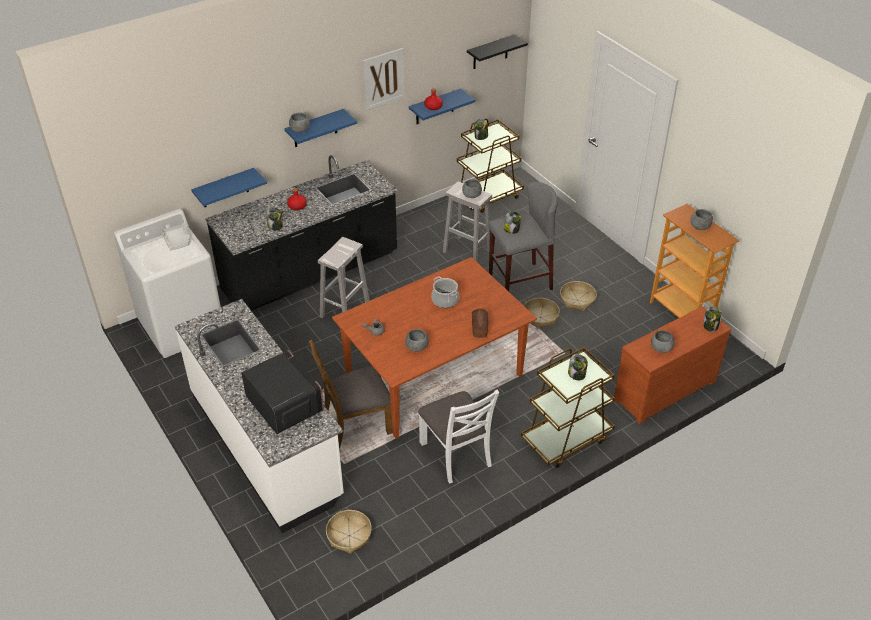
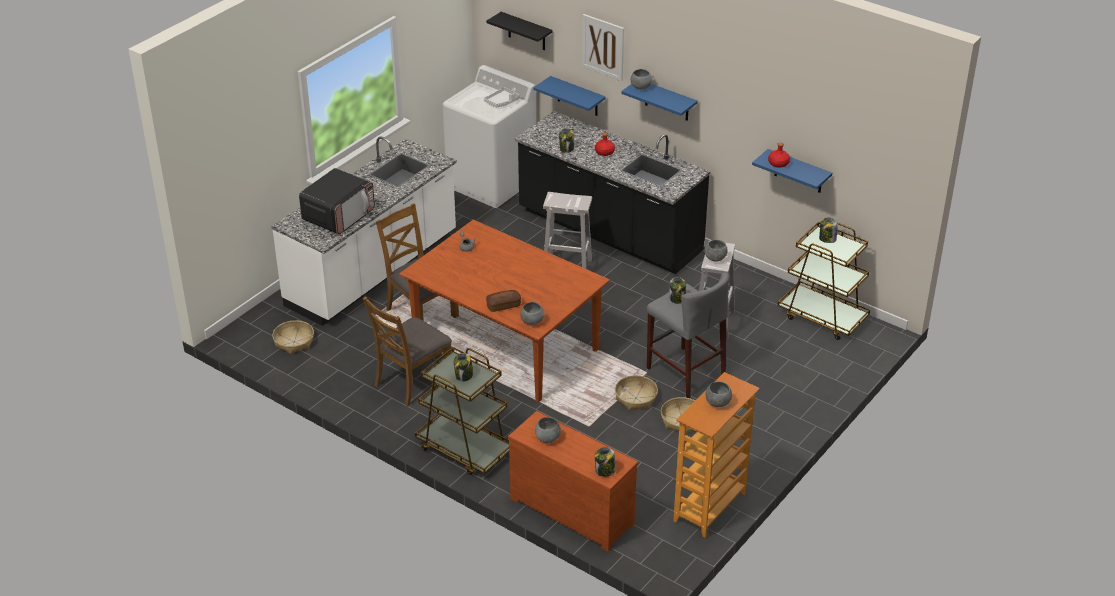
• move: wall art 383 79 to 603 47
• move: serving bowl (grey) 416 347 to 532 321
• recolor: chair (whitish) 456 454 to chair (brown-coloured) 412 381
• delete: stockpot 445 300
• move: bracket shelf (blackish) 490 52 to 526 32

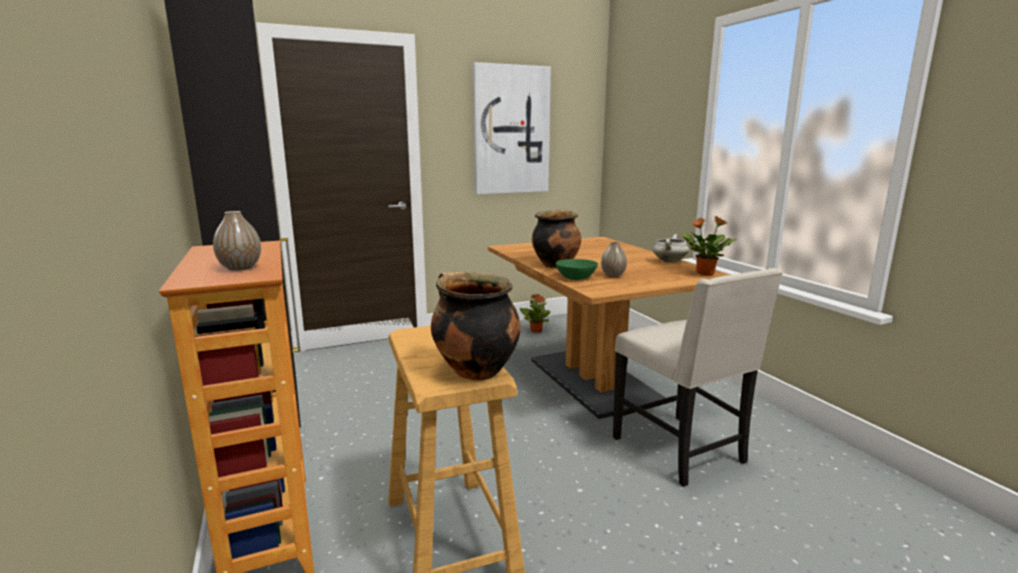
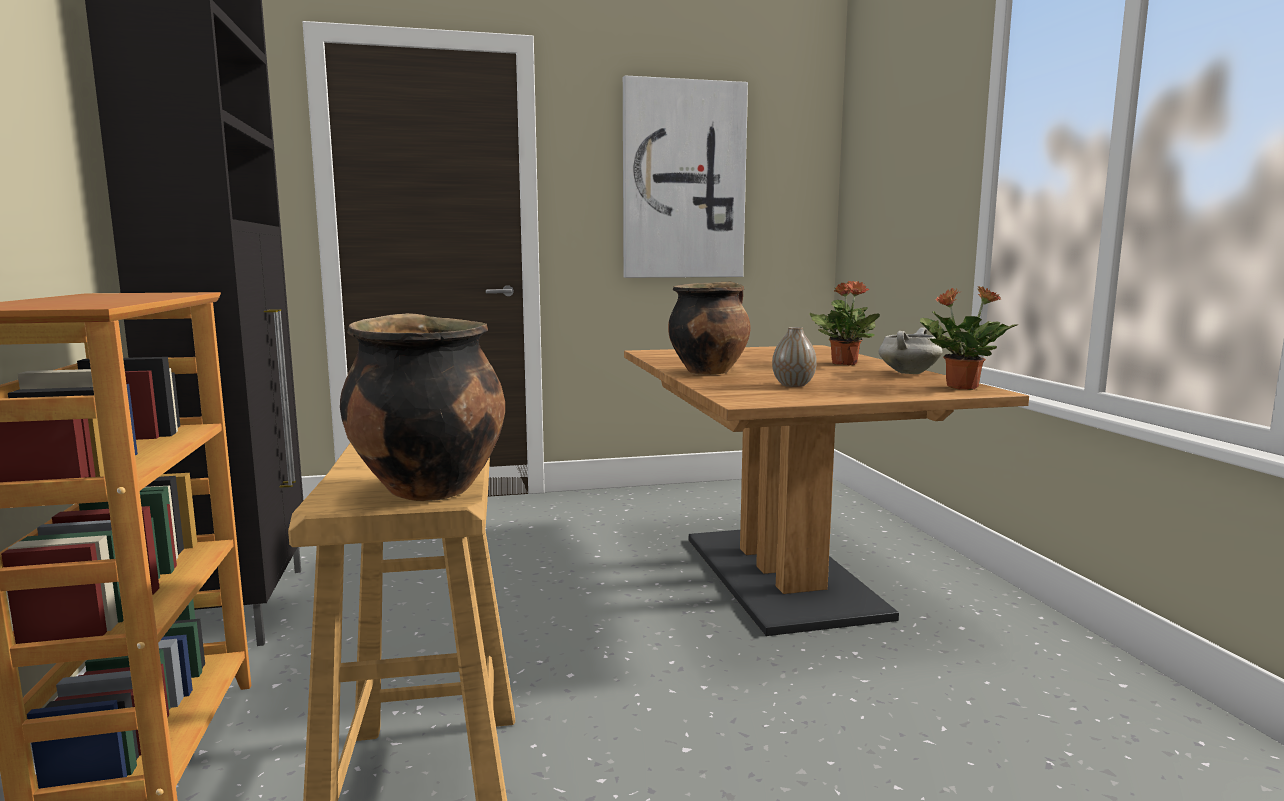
• delete: decorative vase 240 268
• move: houseplant 536 330 to 844 363
• delete: serving bowl (green) 576 278
• delete: chair (beige) 681 451

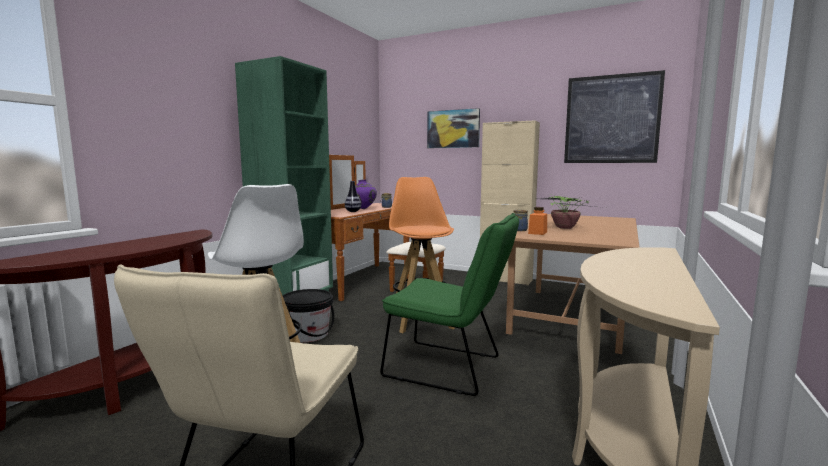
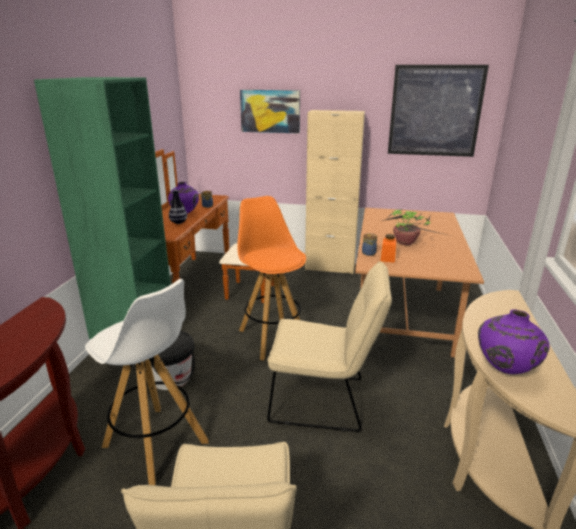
• recolor: chair (green) 450 368 to chair (beige) 325 401
• insert: decorative vase (purplish) 504 370

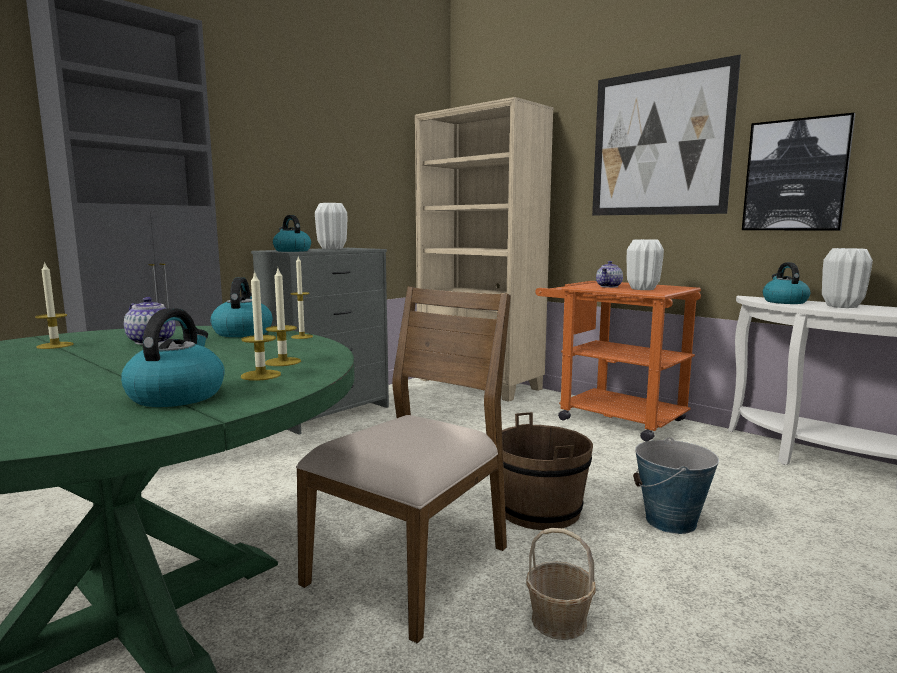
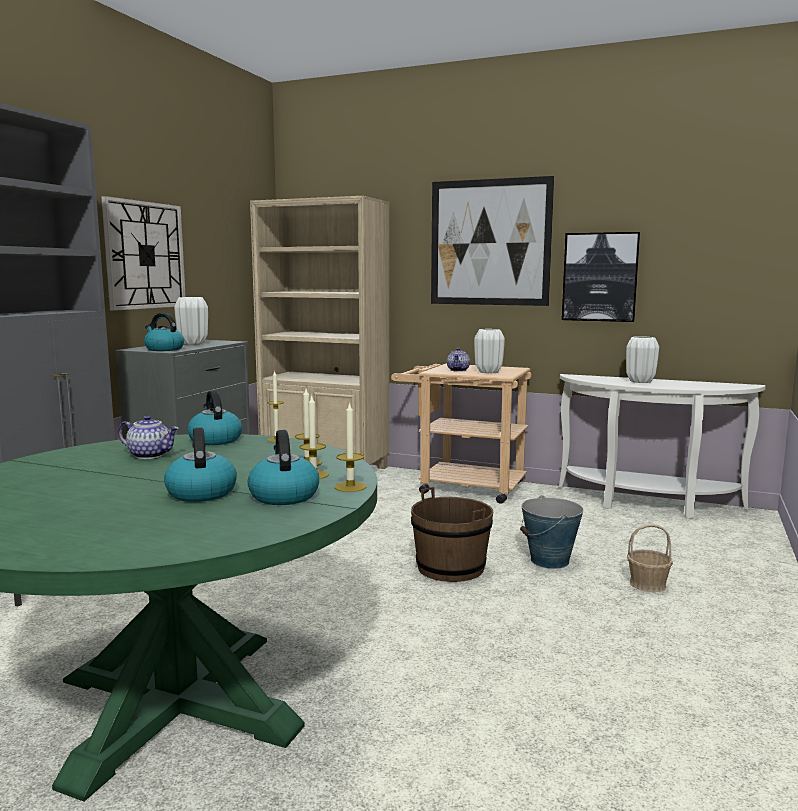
• move: candle 55 345 to 350 487
• delete: chair (brown-coloured) 413 565
• move: basket 559 621 to 648 584
• recolor: cart (orangey) 610 417 to cart (beige) 462 486
• move: water kettle 784 302 to 201 492
• insert: wall clock 145 255

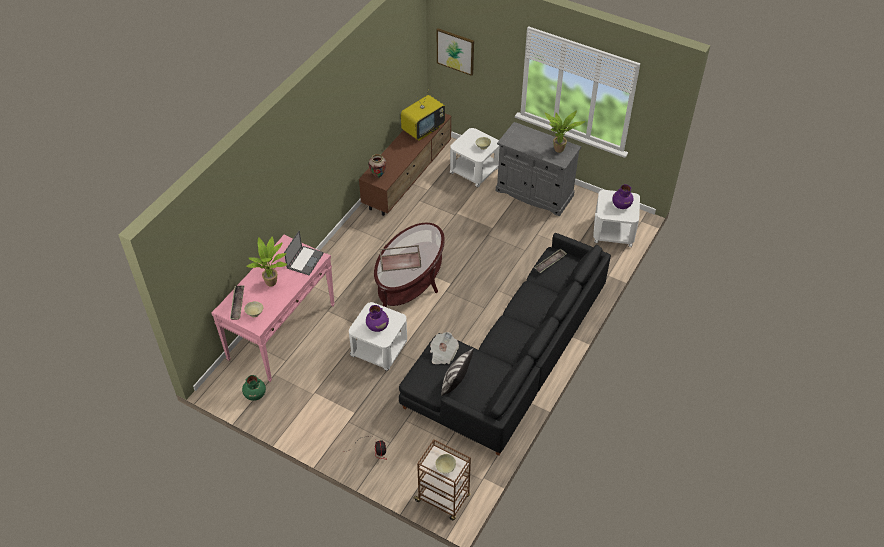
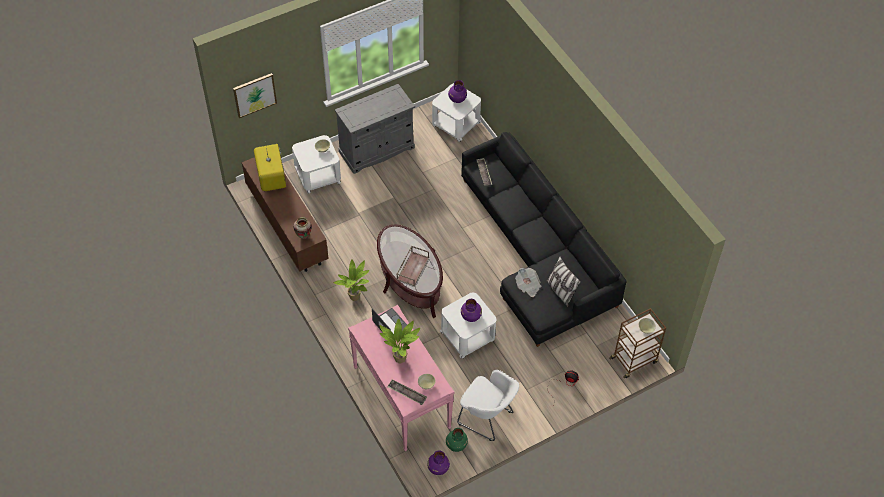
• move: houseplant 559 151 to 356 298
• insert: decorative vase (purplish) 438 468
• insert: armchair (whitish) 488 419

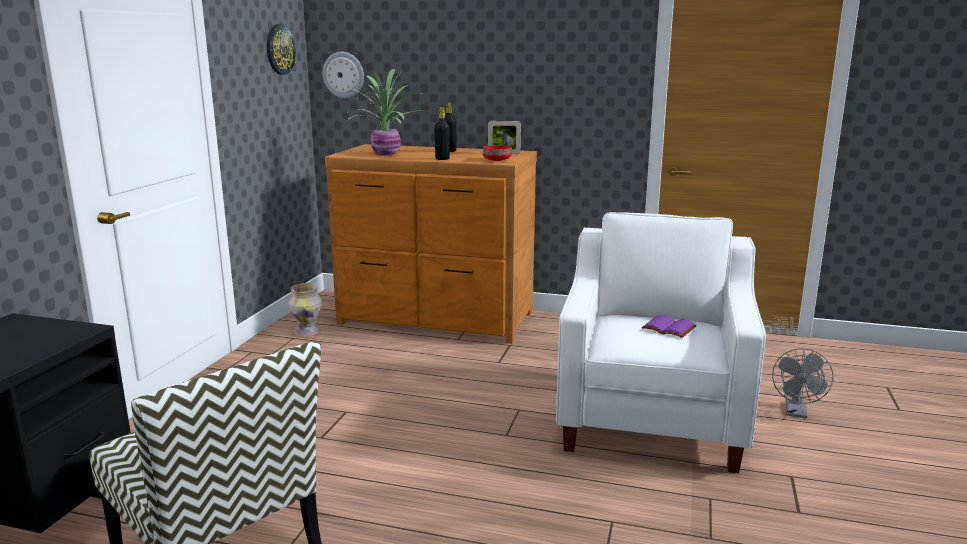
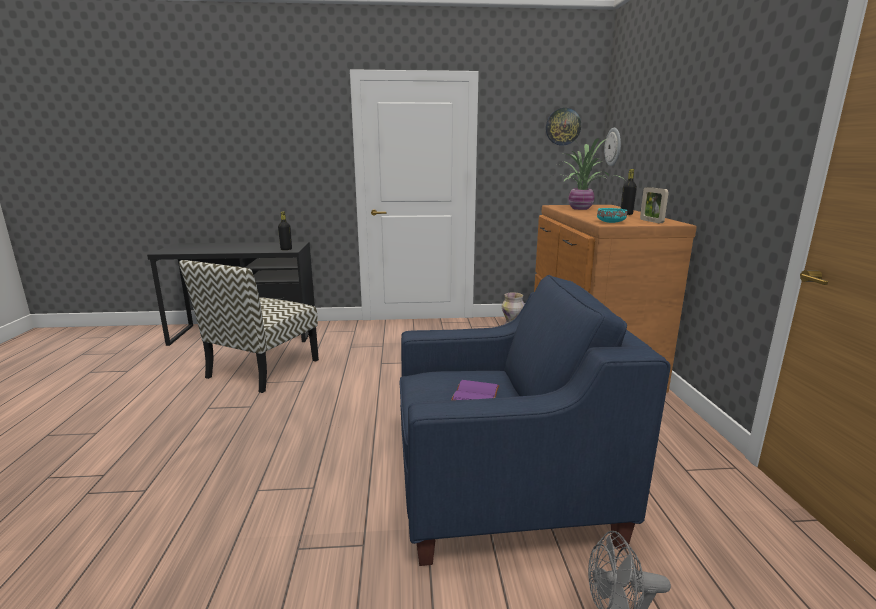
• move: bottle (blackish) 442 159 to 286 249
• recolor: serving bowl (red-coloured) 496 160 to serving bowl (turquoise-coloured) 611 222
• recolor: armchair (whitish) 652 417 to armchair (bluish) 503 492

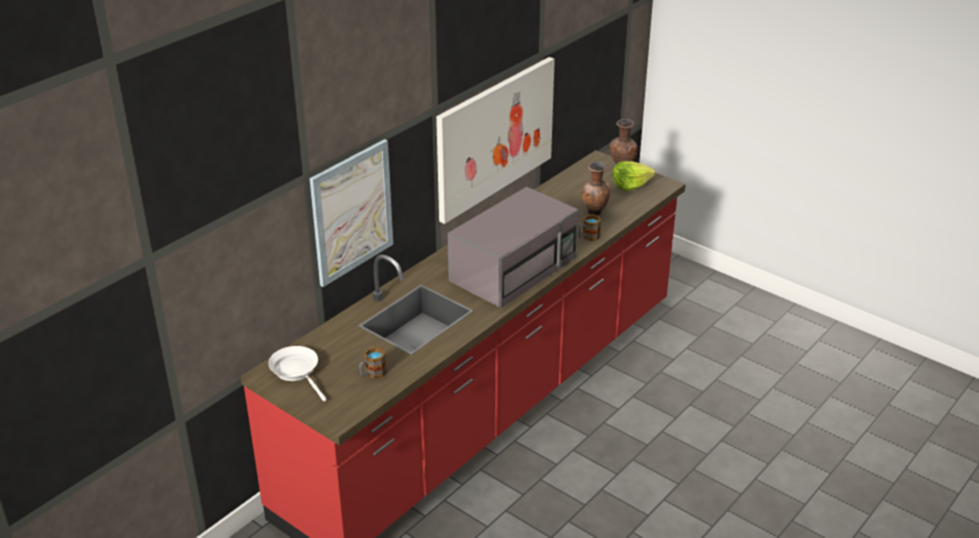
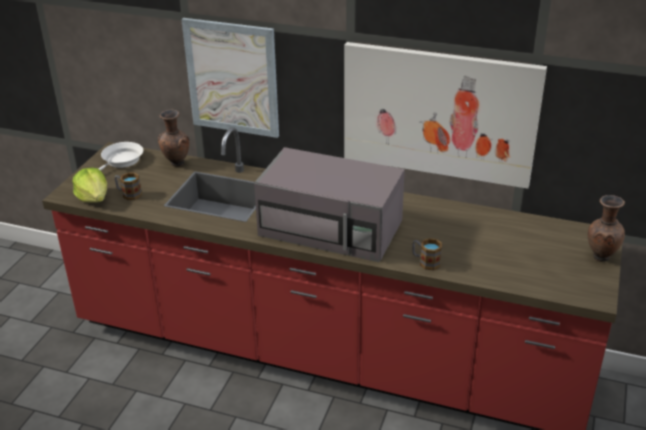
• move: decorative vase (brown-coloured) 594 213 to 176 163
• move: lettuce head 630 185 to 94 198

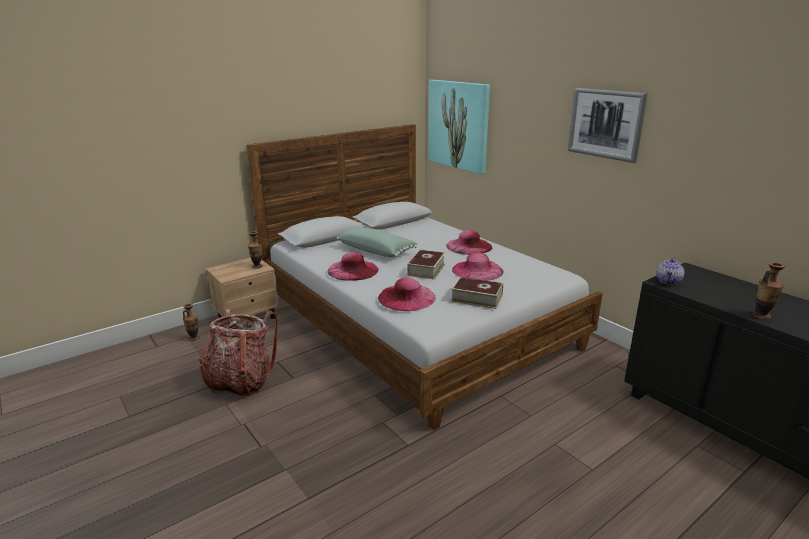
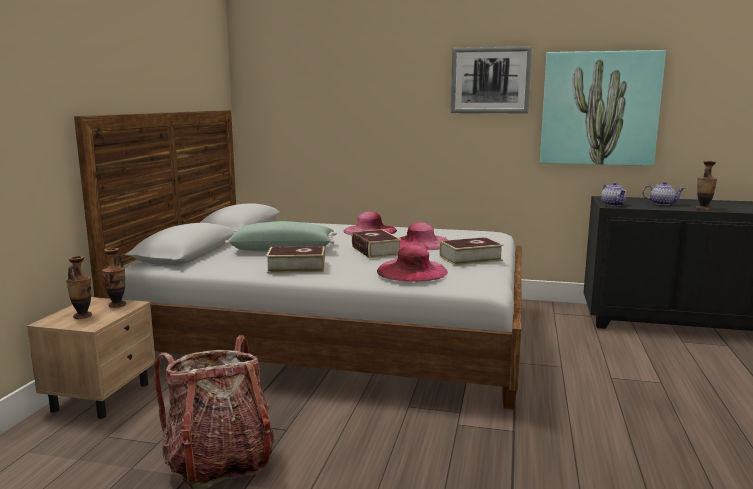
• move: decorative vase 194 338 to 82 316
• replace: hat (pinkish) 353 270 to bound book 296 267
• move: wall art 458 125 to 599 108
• insert: pot for tea 662 203

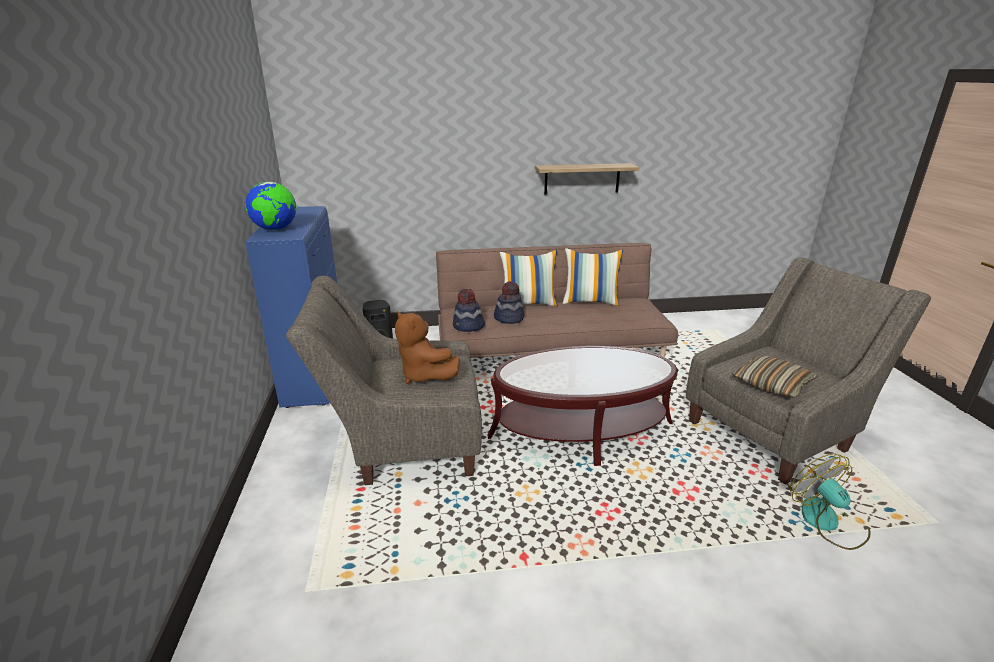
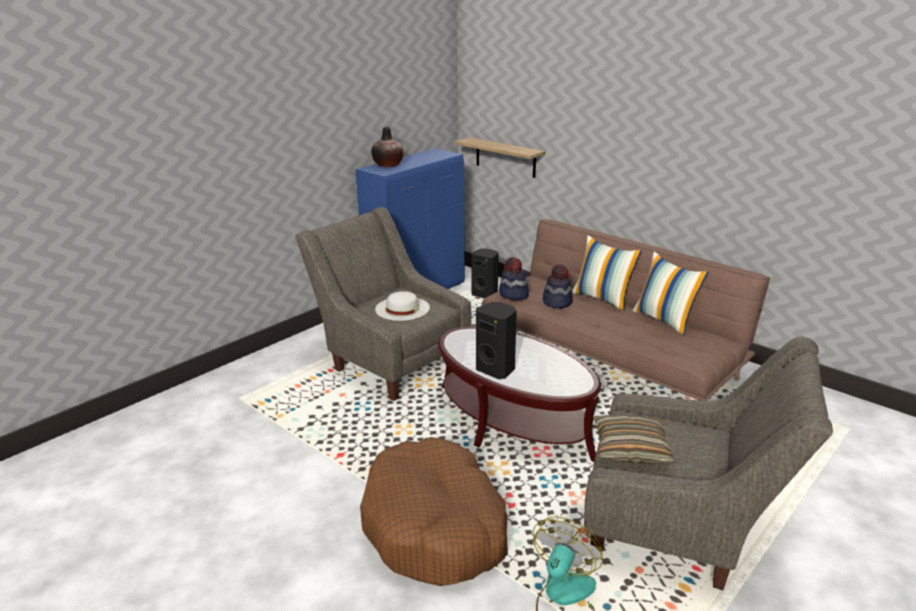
• replace: globe 275 229 to decorative vase 388 165
• replace: cuddly toy (brown-coloured) 424 376 to hat (whitish) 402 308
• move: bracket shelf 582 178 to 505 157
• insert: dog bed (brown-coloured) 435 527
• insert: speaker (blackish) 496 369

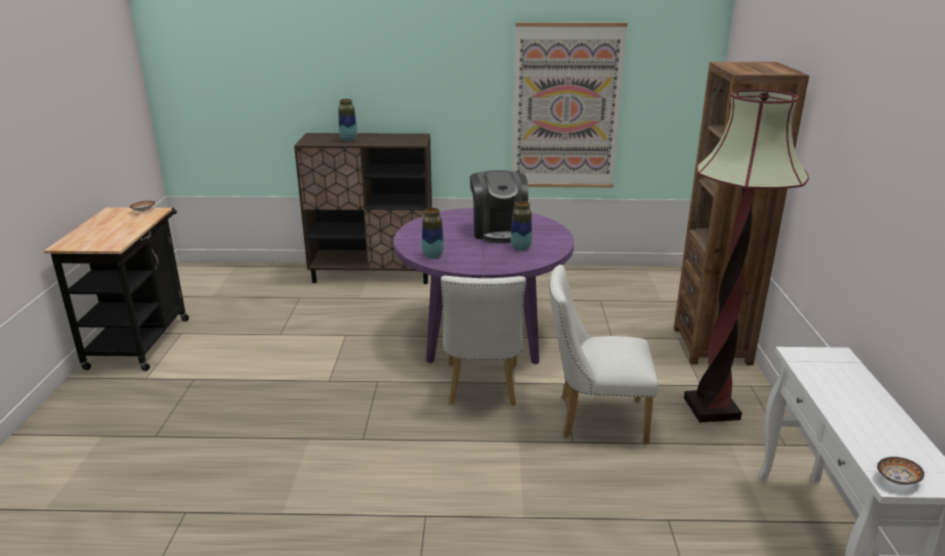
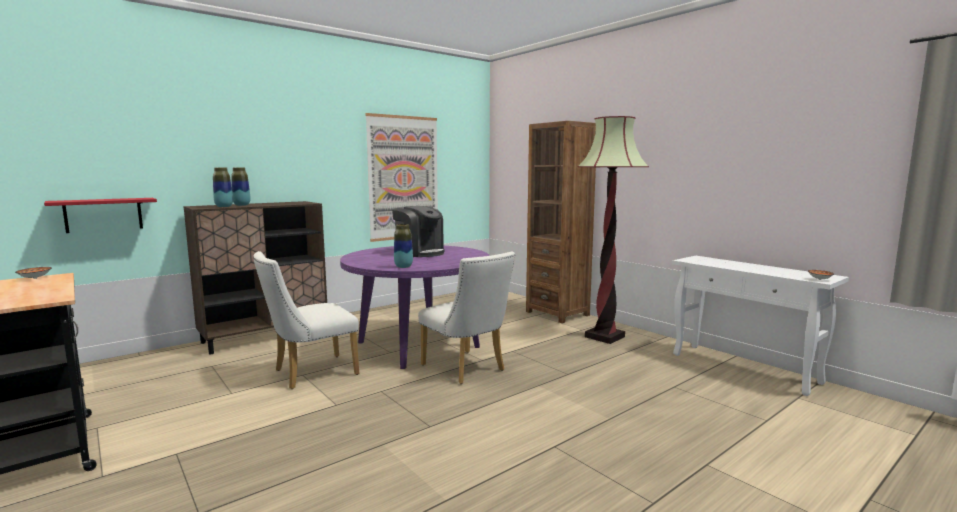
• move: decorative vase 520 248 to 224 207
• move: chair (whitish) 594 419 to 309 373
• insert: bracket shelf (red-coloured) 103 215

